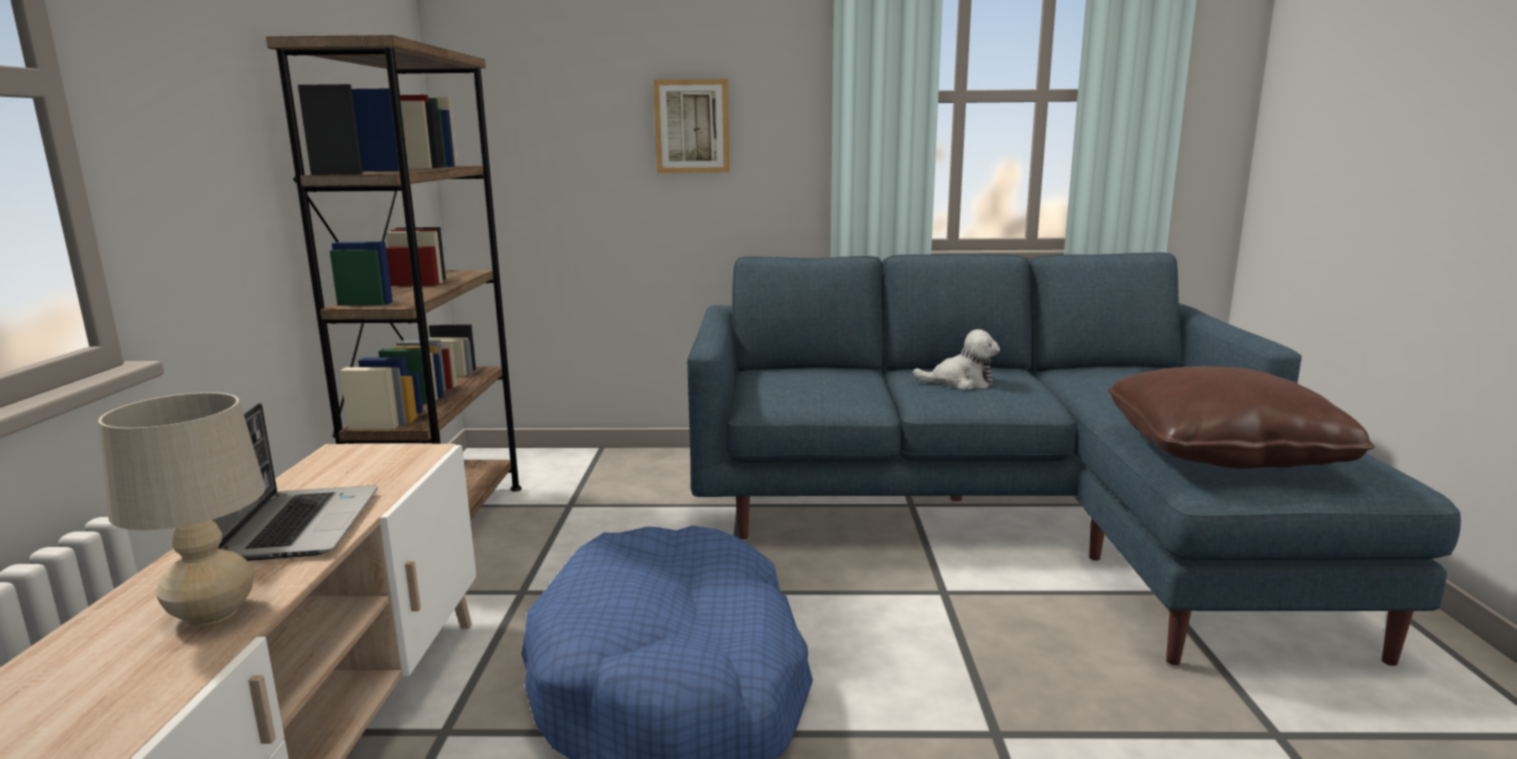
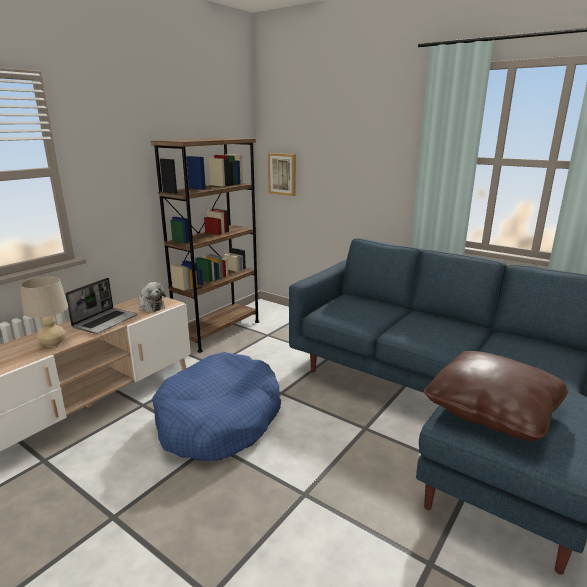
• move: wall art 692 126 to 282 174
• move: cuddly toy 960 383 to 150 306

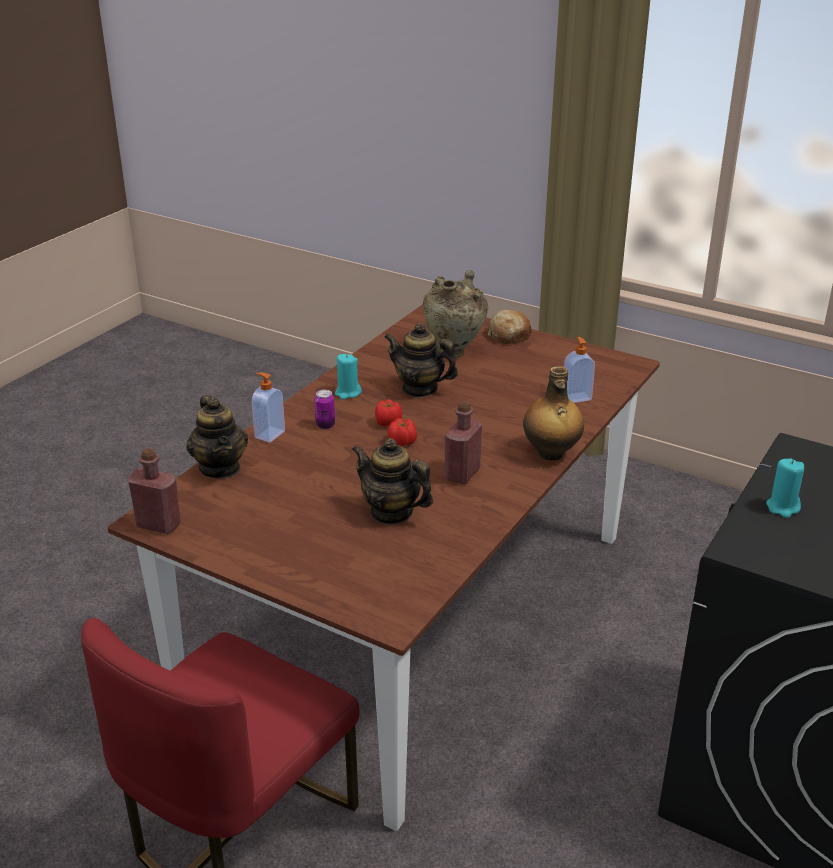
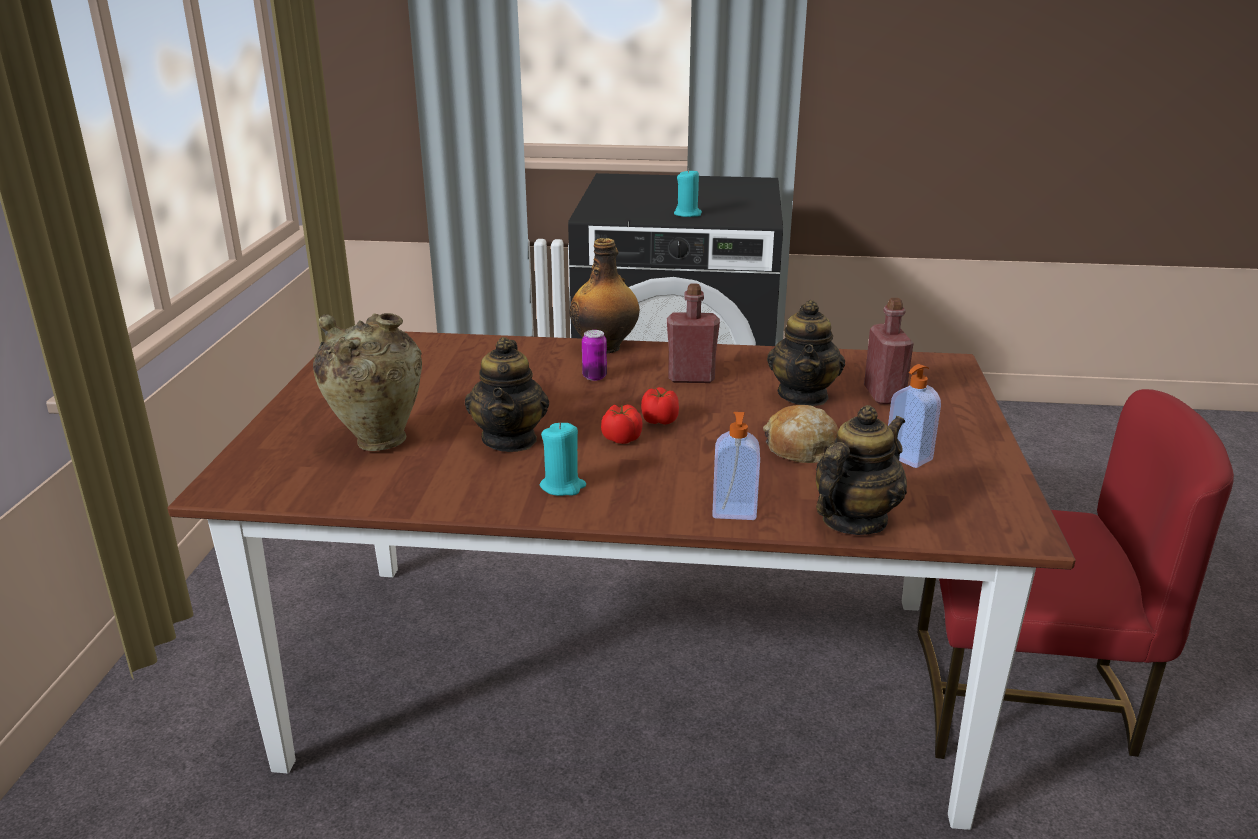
• move: bottle (red-coloured) 158 525 to 884 395
• move: can 325 425 to 594 377
• move: bread 509 335 to 800 448
• move: soap bottle 576 397 to 907 458

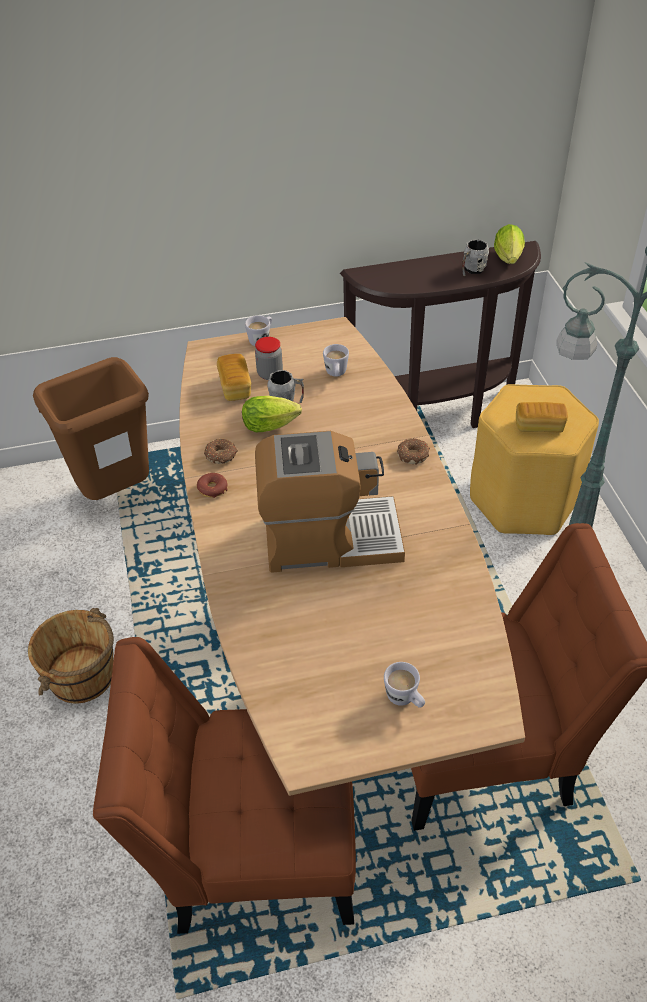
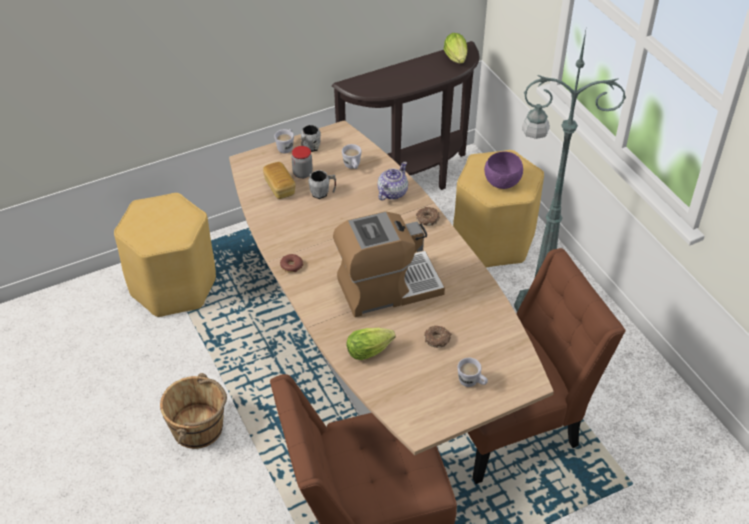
• replace: waste bin (brown-coloured) 117 494 to stool seat (yellow) 173 286
• move: doughnut 221 455 to 437 339
• move: lettuce head 273 425 to 371 350
• move: coffee mug (grey) 472 270 to 309 148
• replace: bread 539 426 to serving bowl (purplish) 503 183
• insert: pot for tea 392 193

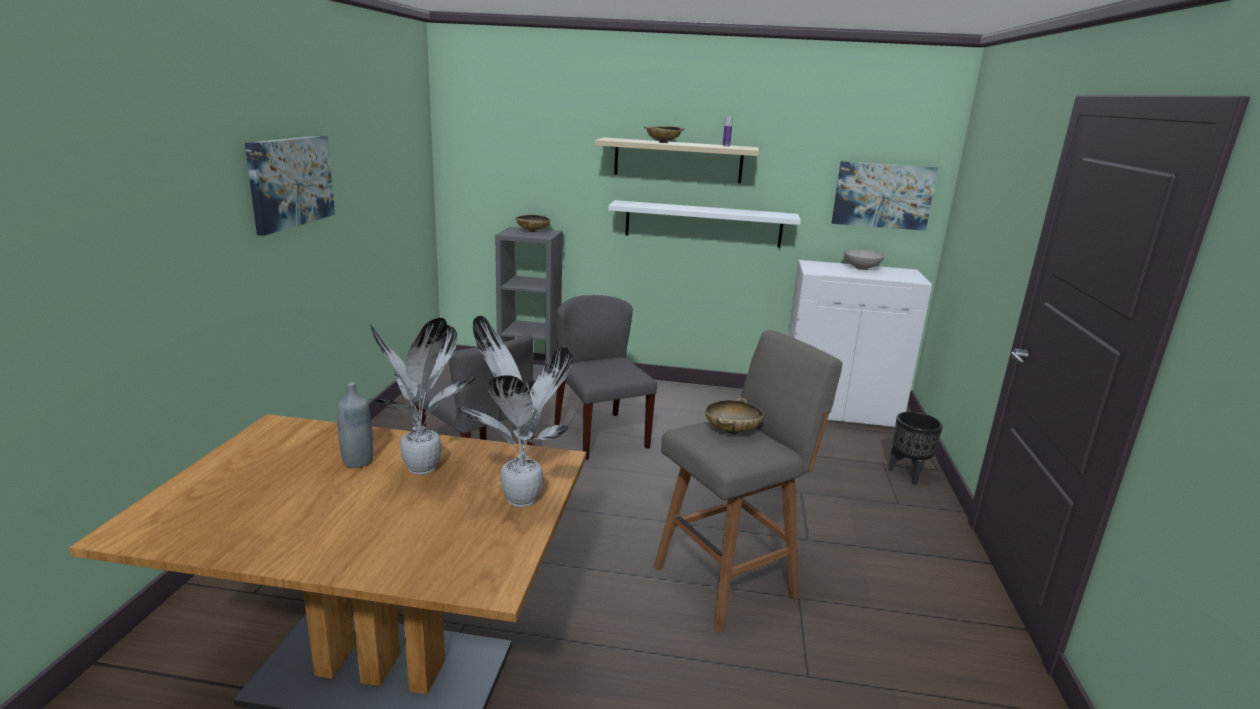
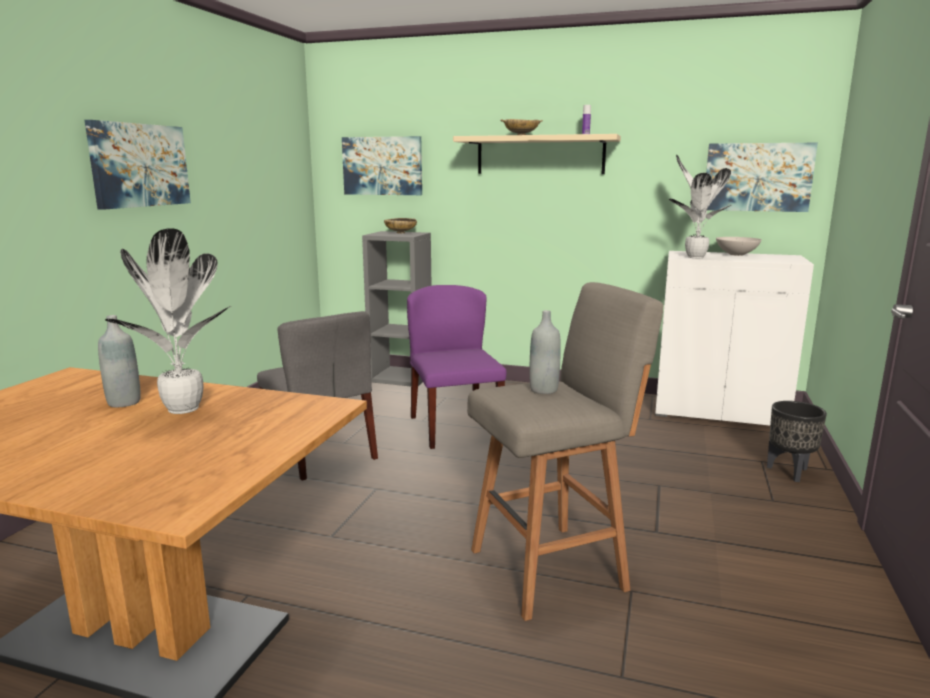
• move: houseplant 519 498 to 693 257
• recolor: chair (grey) 600 435 to chair (purplish) 454 428
• delete: bracket shelf (whitish) 703 224
• replace: serving bowl (beige) 731 431 to bottle (grey) 543 390
• insert: wall art 382 166

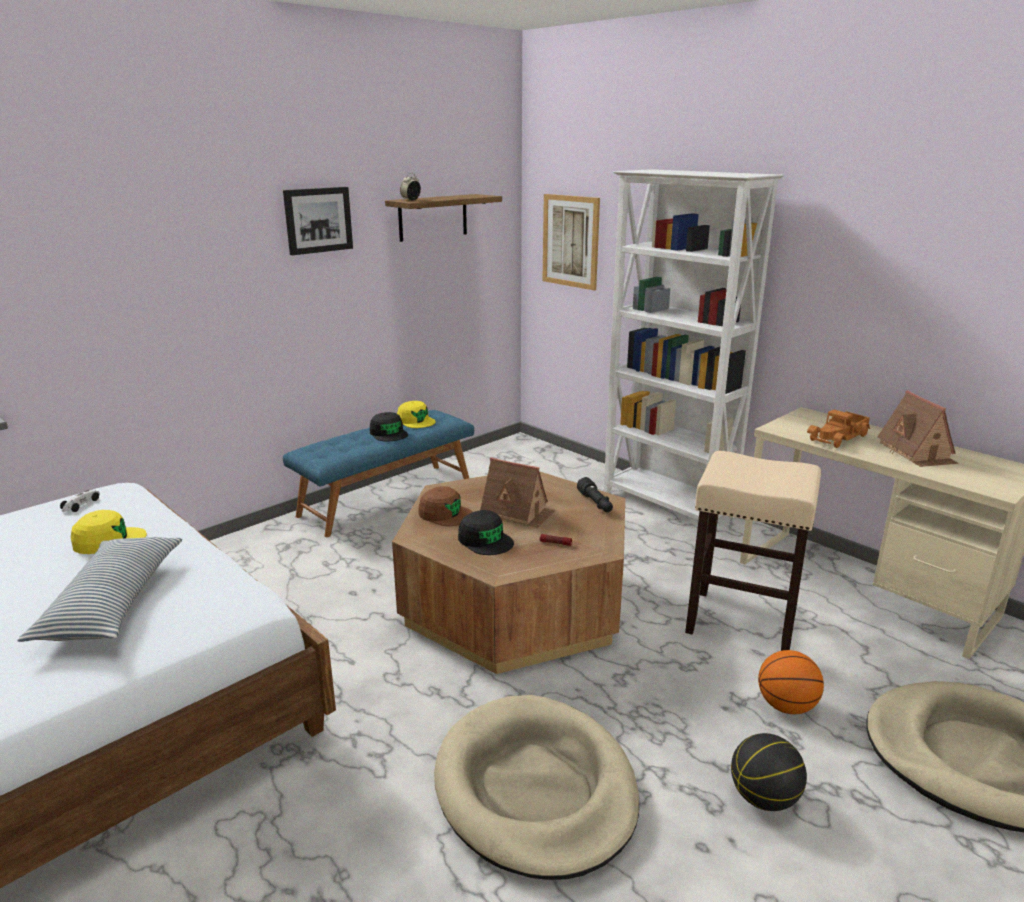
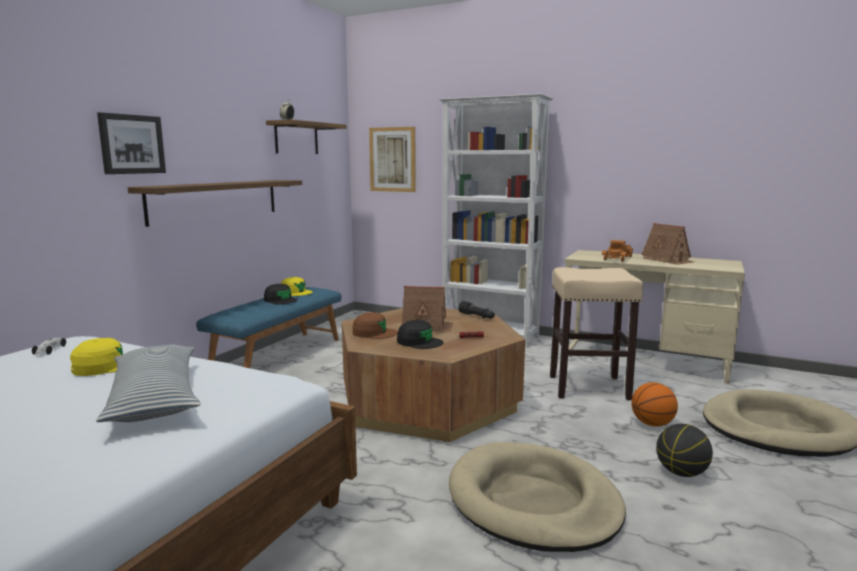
• move: wall art 318 220 to 131 144
• insert: bracket shelf 216 200

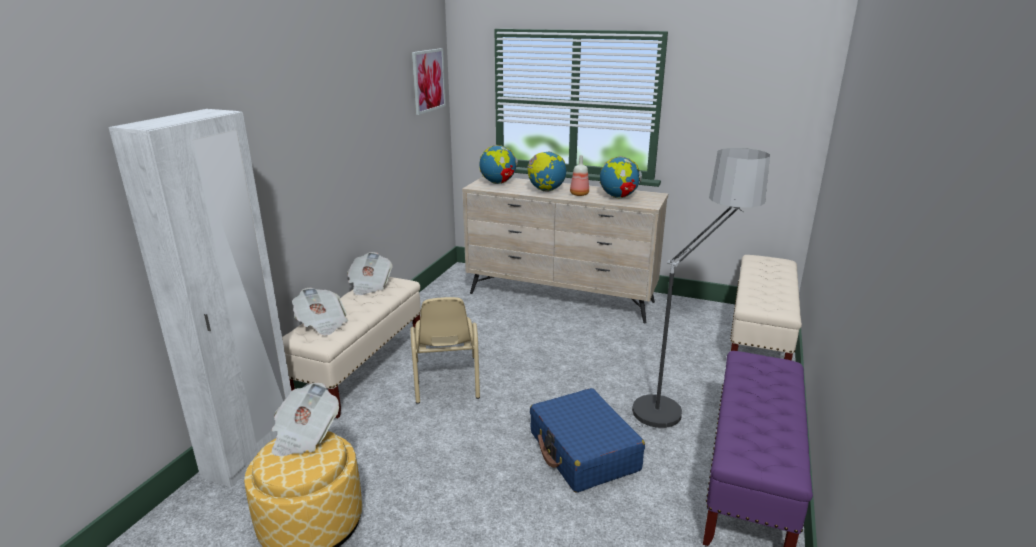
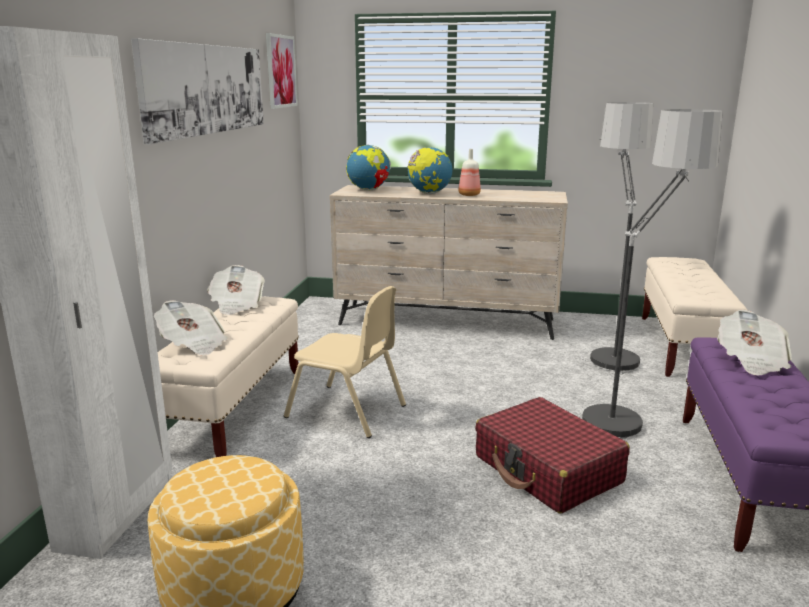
• move: printed paper 304 435 to 751 361
• rotate: chair (beige) 446 379 = 347 411 45 degrees counterclockwise
• recolor: suitcase (bluish) 583 451 to suitcase (red-coloured) 547 470
• delete: globe 619 197
• insert: wall art 207 89
• insert: standing lamp 608 348

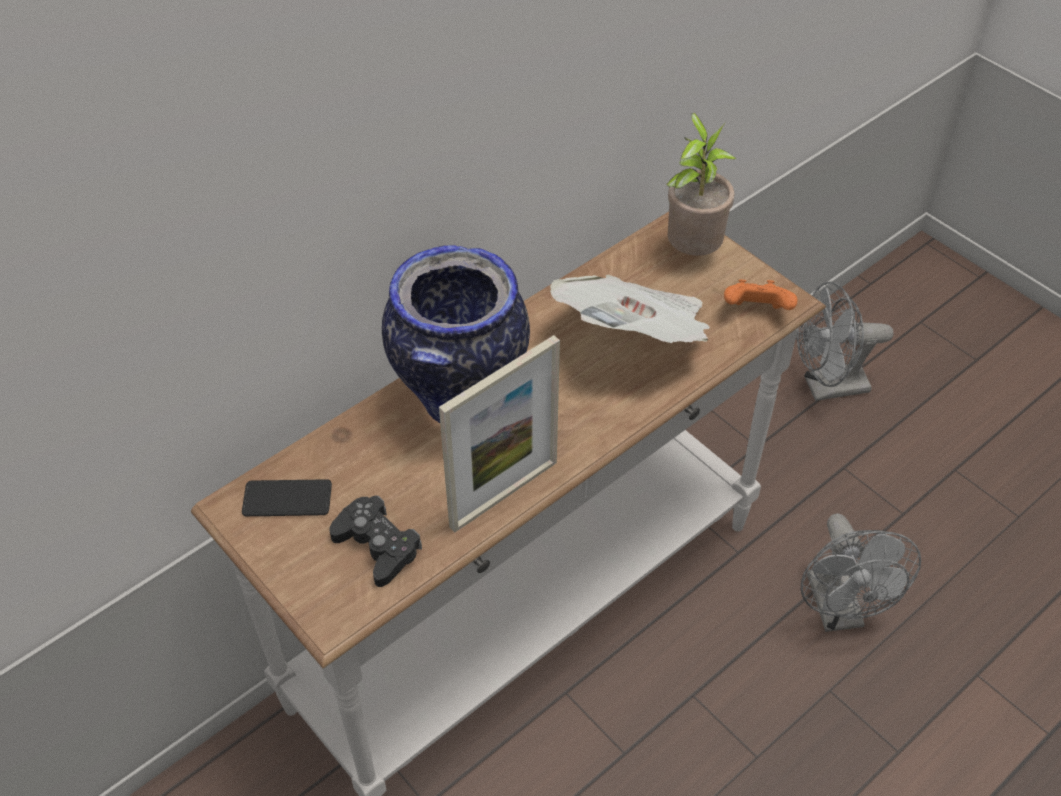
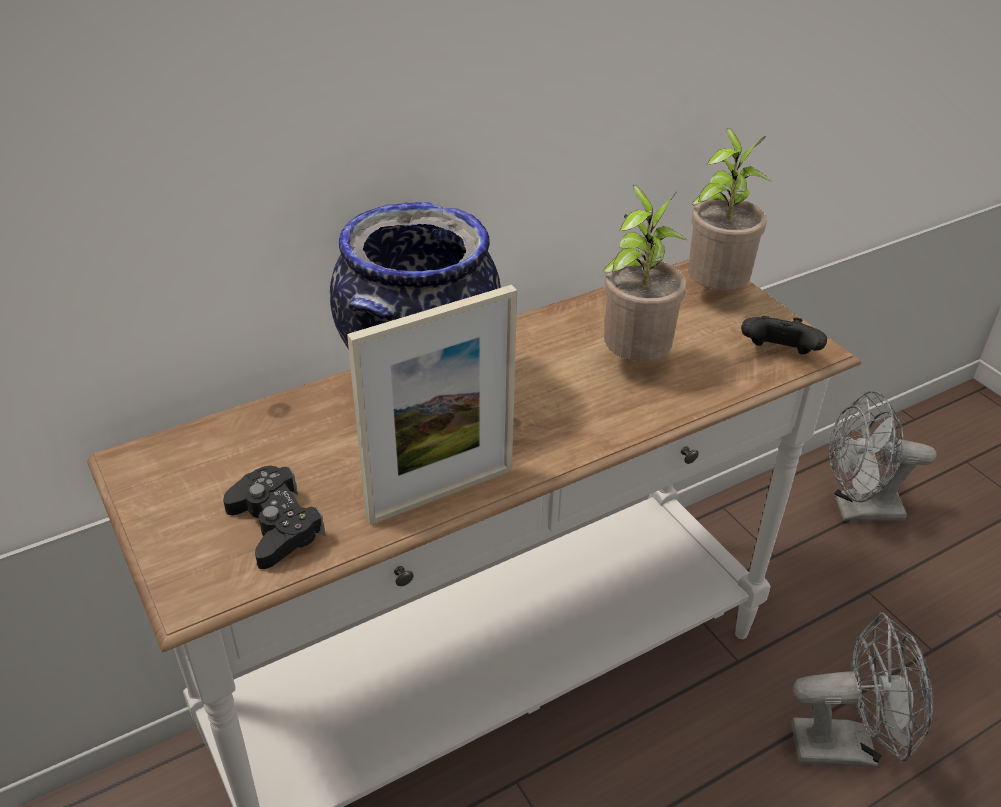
• delete: telephone 287 499
• replace: printed paper 635 337 to houseplant 634 361
• recolor: game controller (orangey) 756 312 to game controller (blackish) 778 355
• rotate: cooling fan (grey) 839 612 = 846 745 90 degrees counterclockwise

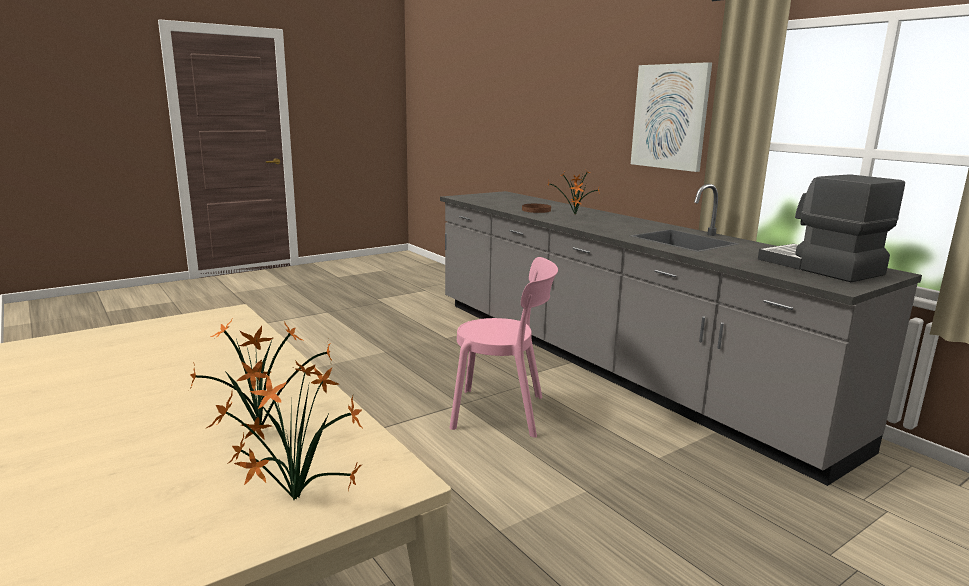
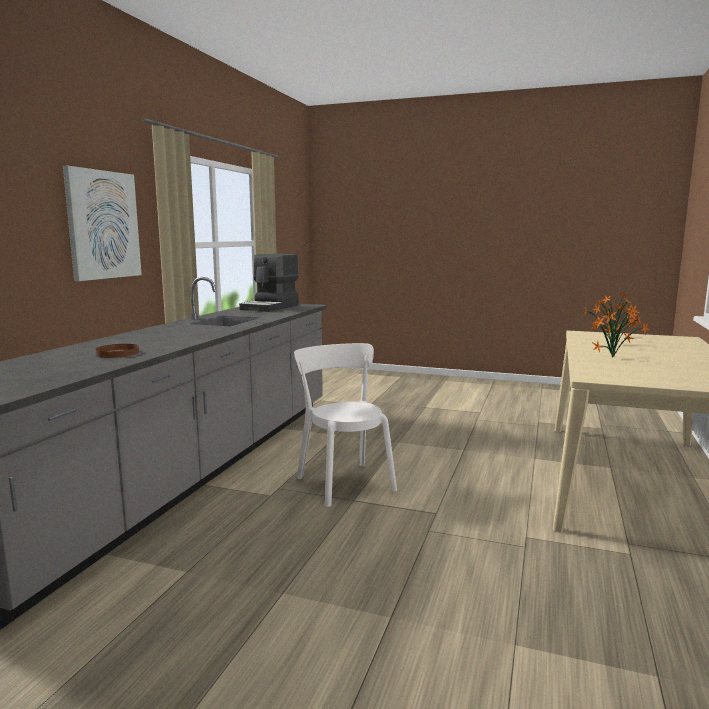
• recolor: chair (pinkish) 504 412 to chair (whitish) 343 481
• move: houseplant 574 215 to 614 357

